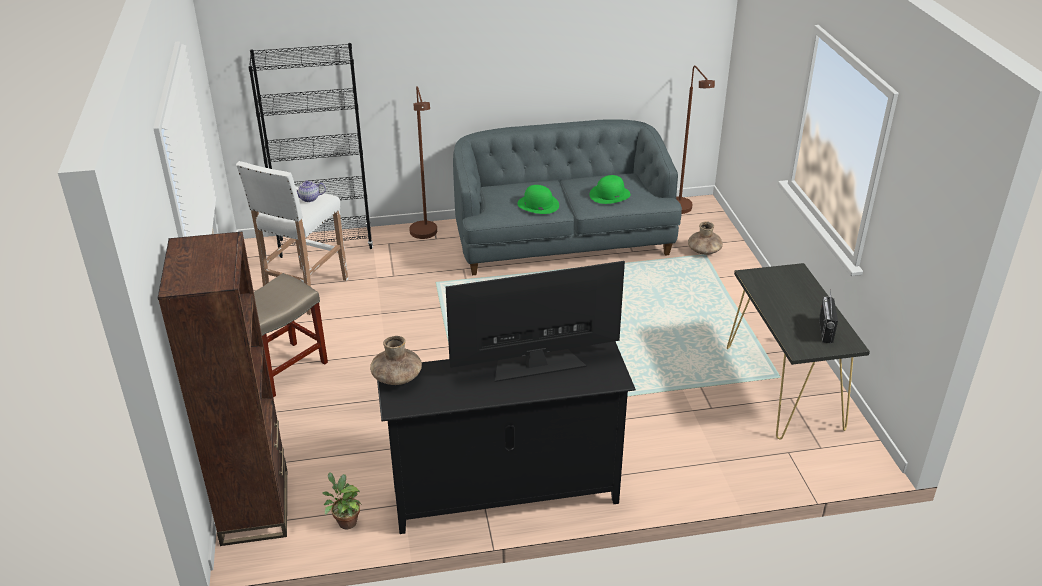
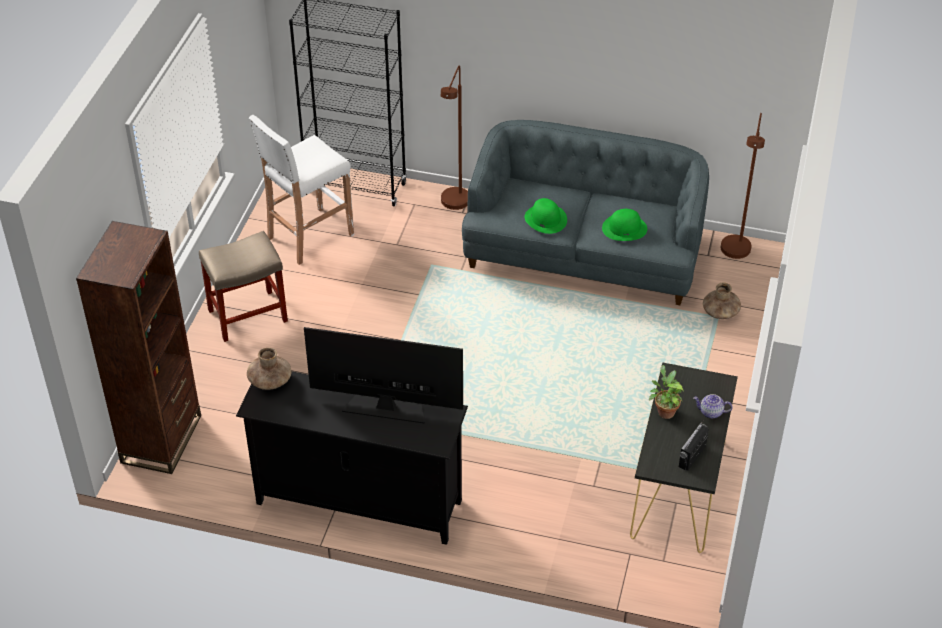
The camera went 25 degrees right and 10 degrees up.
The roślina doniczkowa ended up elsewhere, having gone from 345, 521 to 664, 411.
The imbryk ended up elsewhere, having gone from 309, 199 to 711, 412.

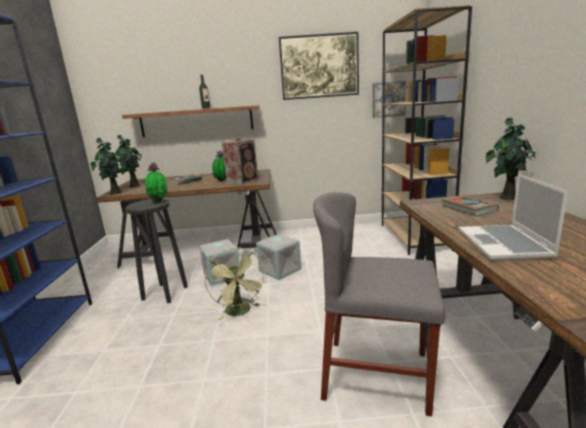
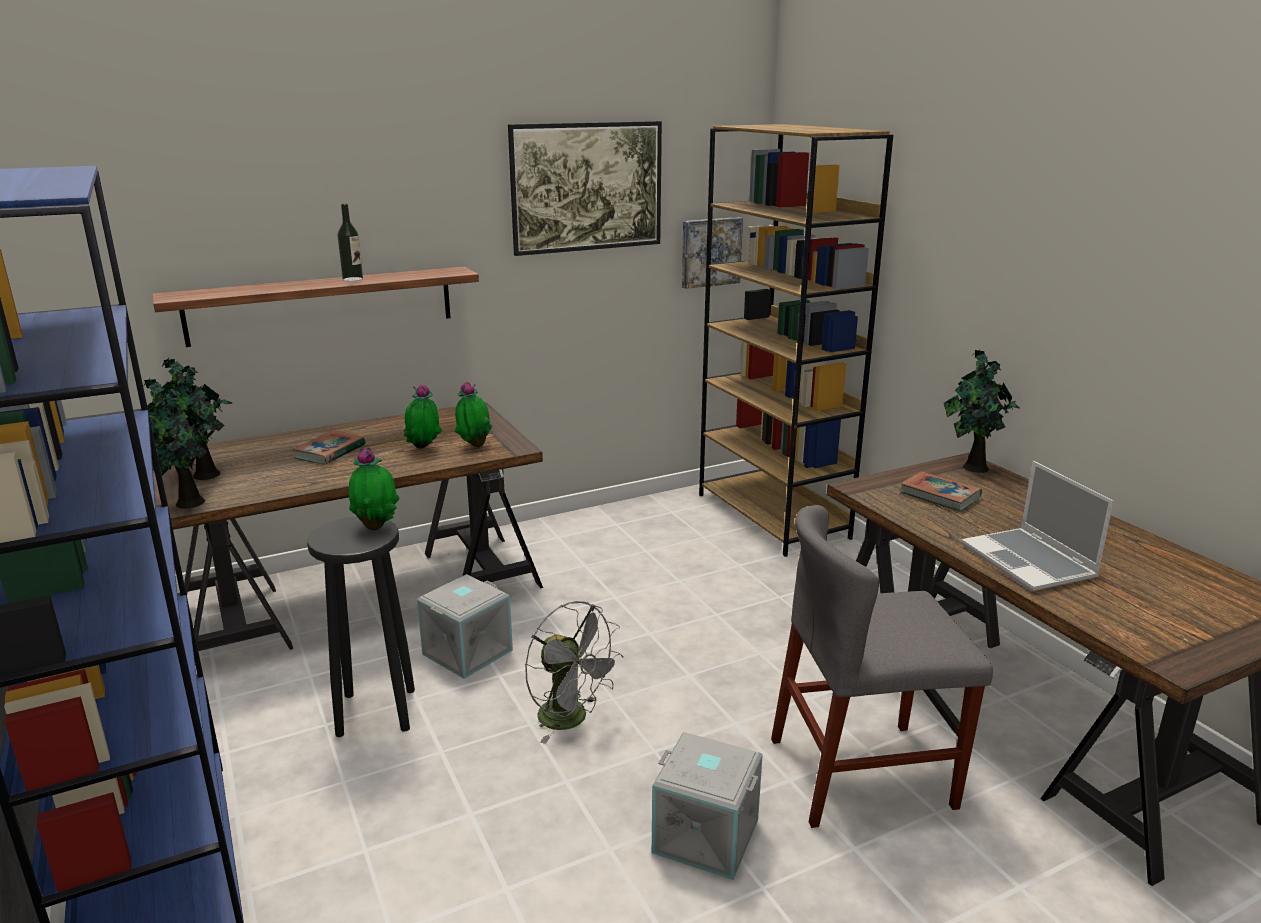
The camera went 25 degrees left and 5 degrees up.
Where the głośnik stood at 243, 181, the roślina doniczkowa came to stand at 474, 446.
What was the wentylator/zielony at 240, 312 turned into the wentylator/szary at 572, 719.
The pojemnik do przechowywania/szary ended up elsewhere, having gone from 280, 270 to 707, 835.

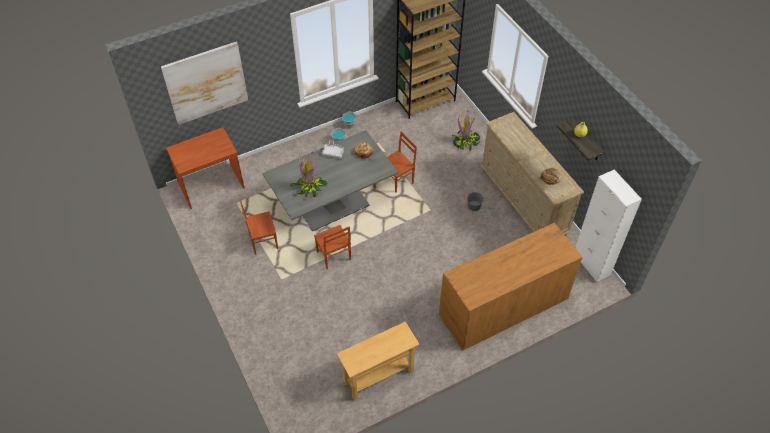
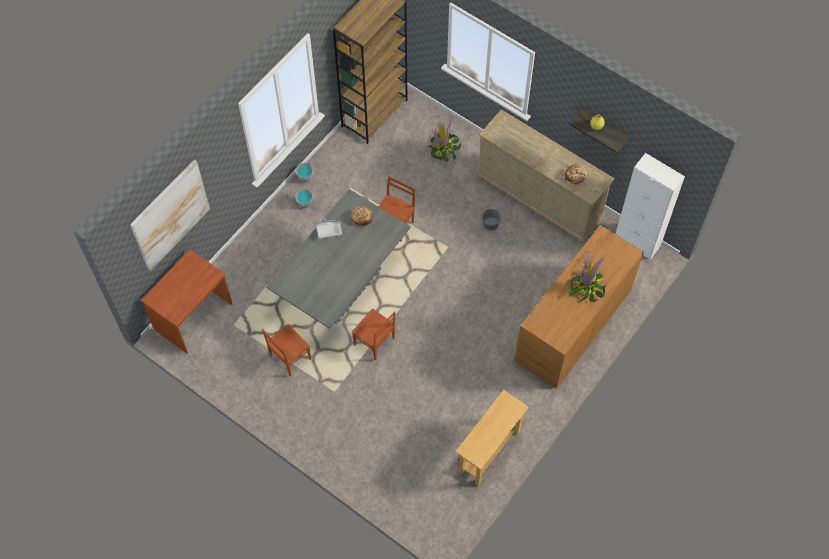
The camera went 25 degrees left and 10 degrees up.
The roślina doniczkowa ended up elsewhere, having gone from 309, 187 to 586, 287.

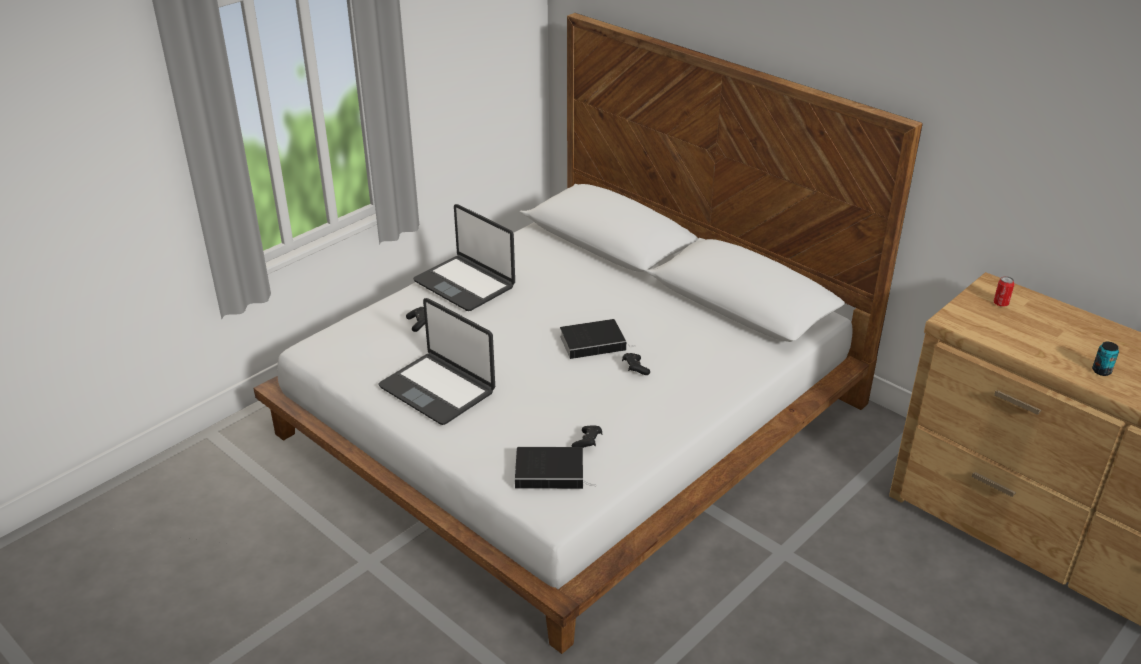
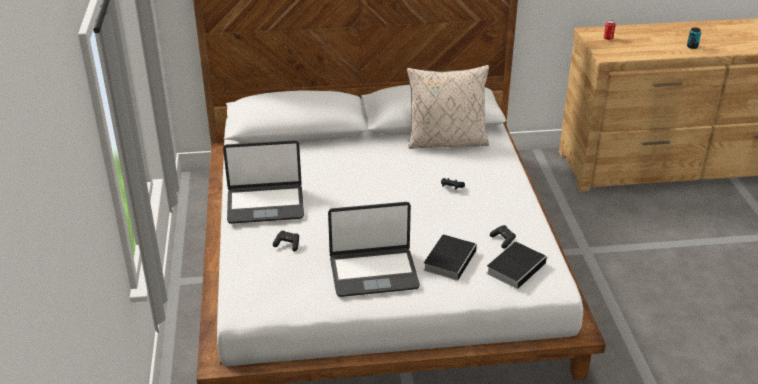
The camera went 50 degrees left and 0 degrees up.
The second view gained the poduszka/beżowy at 447, 141.
The książka ended up elsewhere, having gone from 594, 342 to 450, 259.

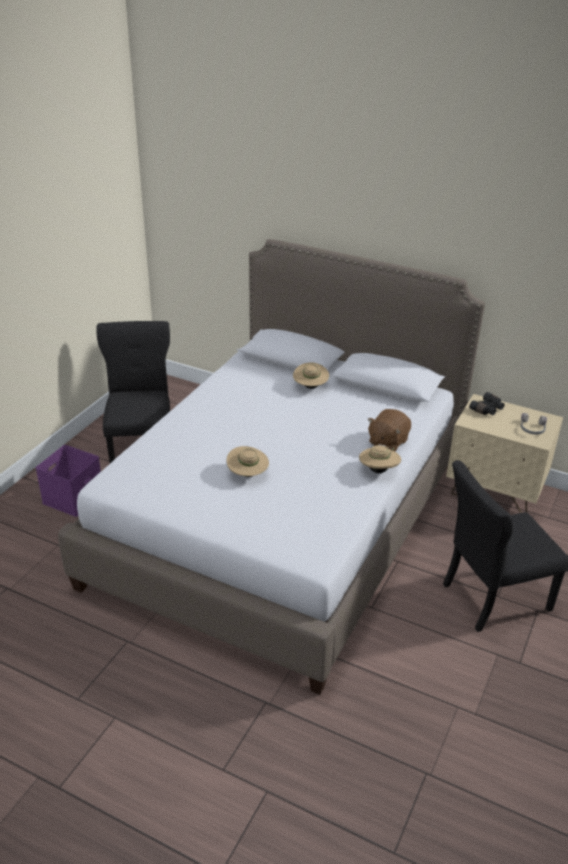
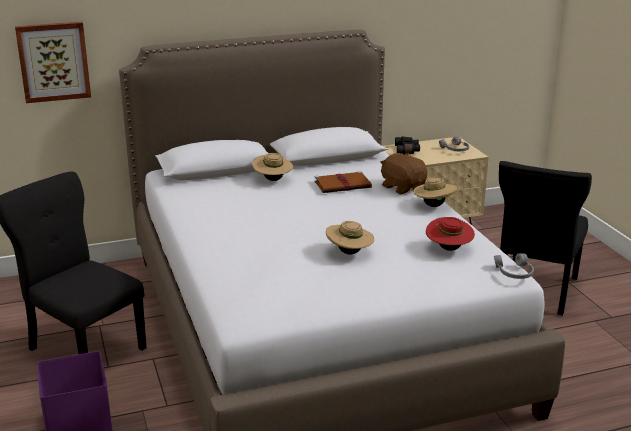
The camera went 45 degrees left and 10 degrees down.
The second view gained the obraz at 53, 61.
The second view gained the książka/brązowy at 343, 185.
The pluszak/brązowy at 387, 442 ended up facing another way, 150 degrees clockwise from before.
The second view gained the kapelusz/czerwony at 448, 249.
The second view gained the słuchawki/szary at 513, 273.

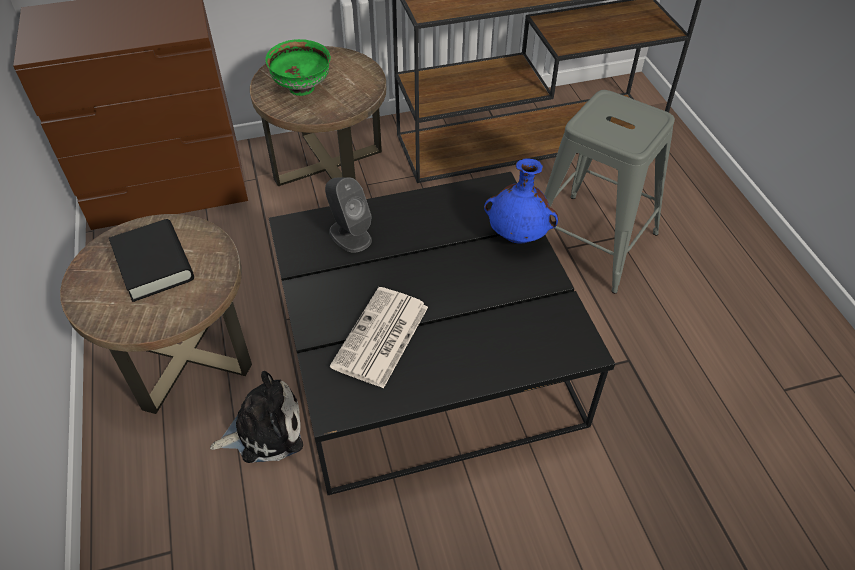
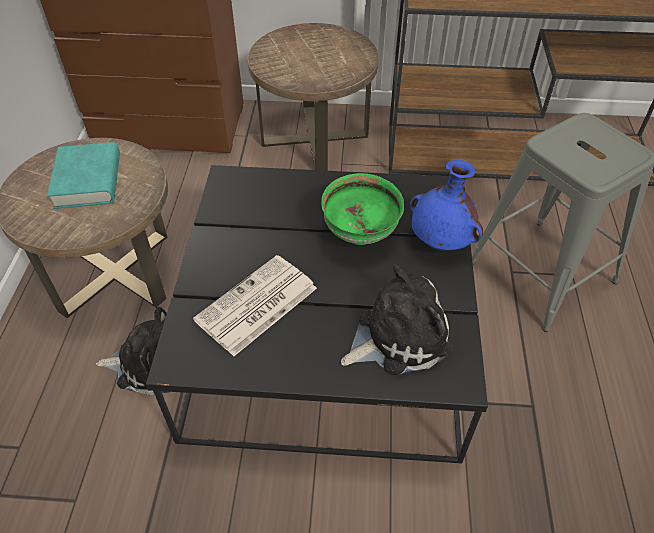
The camera went 20 degrees right and 0 degrees up.
What was the książka/czarny at 154, 265 turned into the książka/turkusowy at 88, 181.
The miska/zielony ended up elsewhere, having gone from 303, 89 to 361, 235.
The second view gained the pluszak at 397, 336.
The second view lost the głośnik/szary at 349, 235.

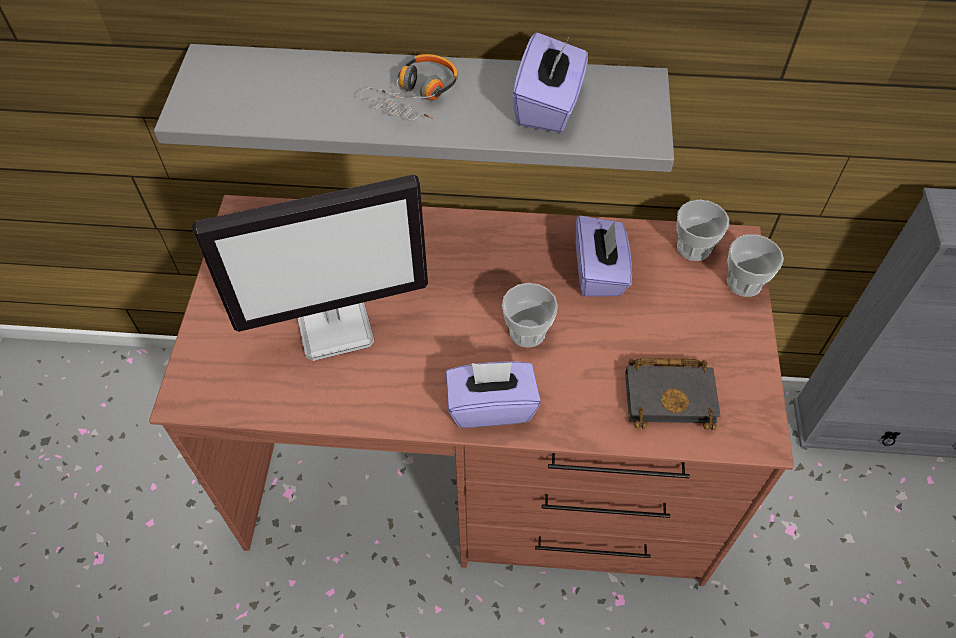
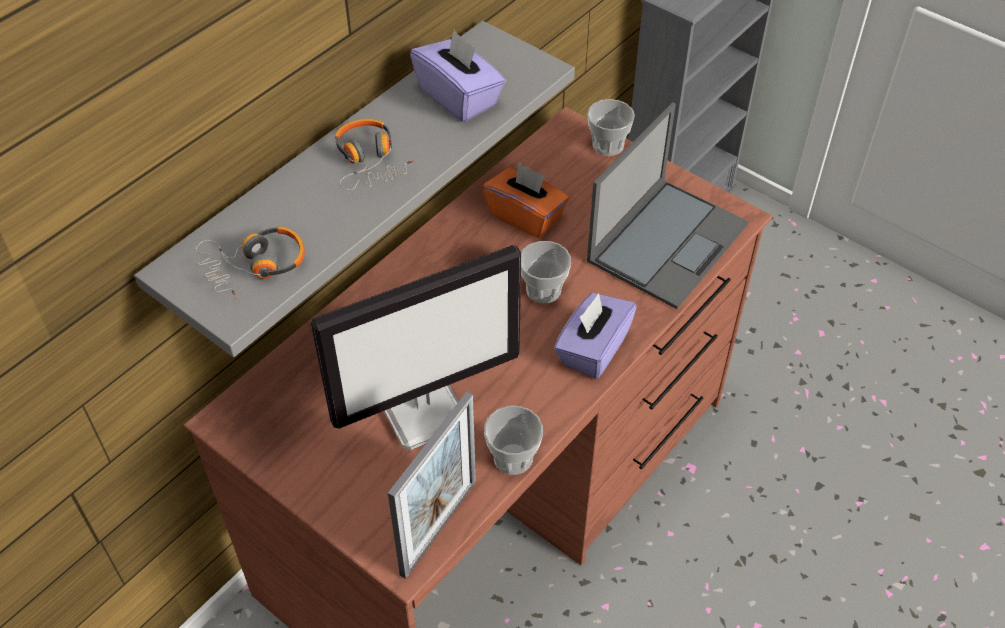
The camera went 55 degrees left and 5 degrees down.
The second view gained the słuchawki at 254, 267.
The monitor at 336, 325 ended up facing another way, 45 degrees clockwise from before.
The second view gained the ramka na zdjęcie at 439, 527.
What was the pudełko chusteczek/fioletowy at 599, 272 turned into the pudełko chusteczek/pomarańczowy at 525, 216.
The filiżanka ended up elsewhere, having gone from 693, 248 to 513, 458.
Where the książka/czarny stood at 671, 395, the laptop came to stand at 668, 241.

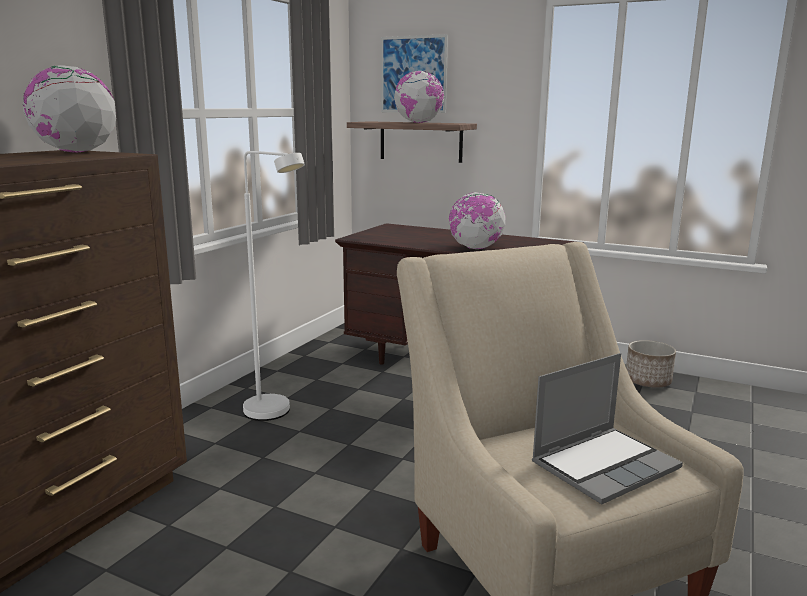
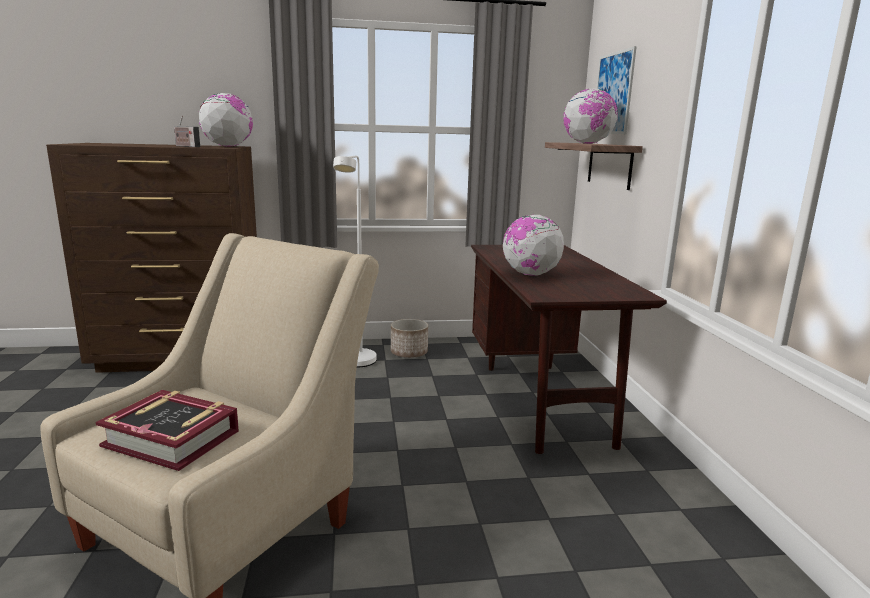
The camera went 55 degrees right and 0 degrees up.
Where the laptop stood at 605, 465, the książka came to stand at 172, 438.
The second view gained the radio at 186, 146.
The donica ended up elsewhere, having gone from 647, 381 to 409, 353.

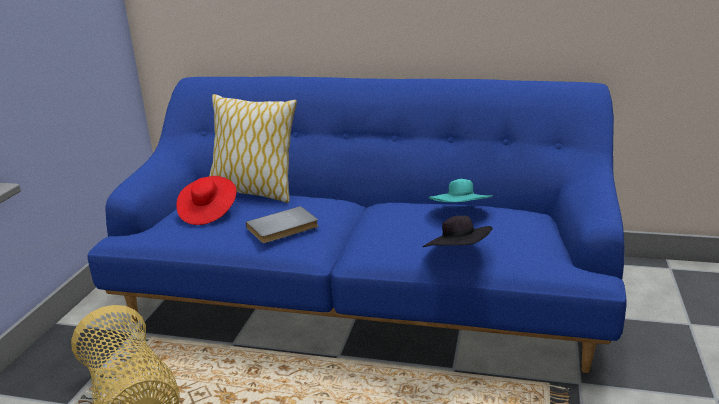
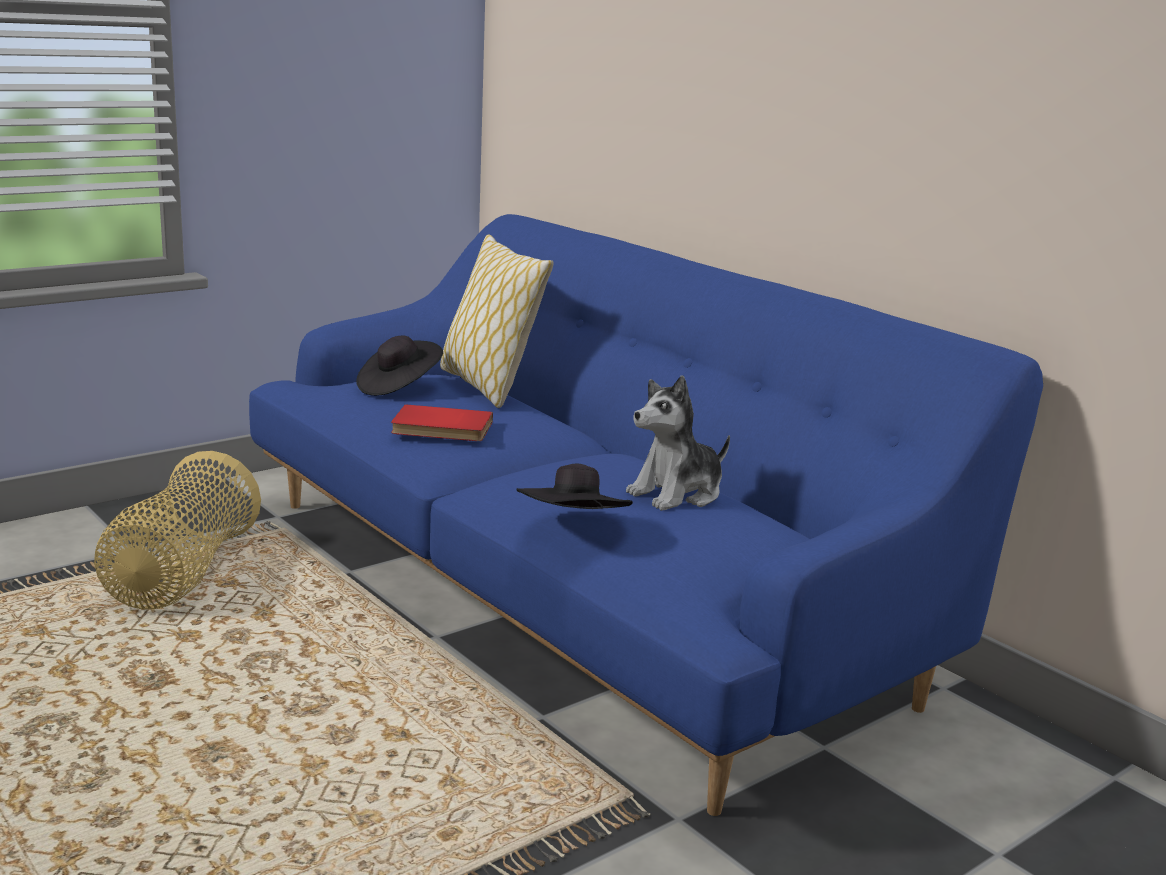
The camera went 35 degrees right and 5 degrees down.
What was the kapelusz/czerwony at 208, 213 turned into the kapelusz/czarny at 399, 387.
What was the książka/szary at 283, 228 turned into the książka/czerwony at 441, 428.
Where the kapelusz/turkusowy stood at 461, 213, the pluszak came to stand at 677, 494.

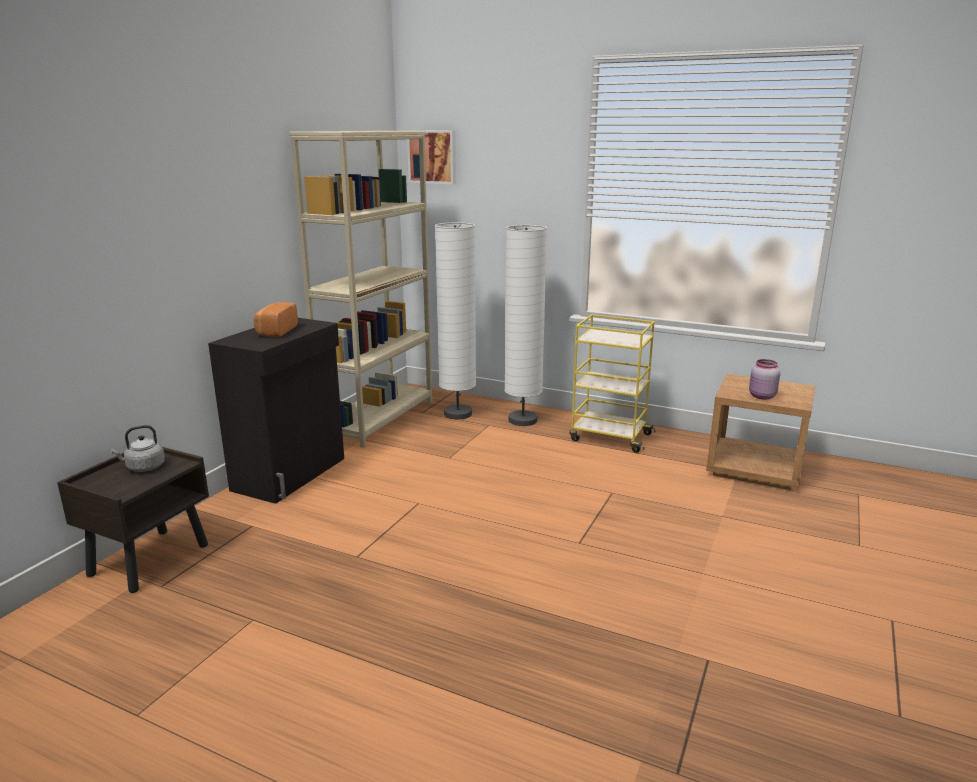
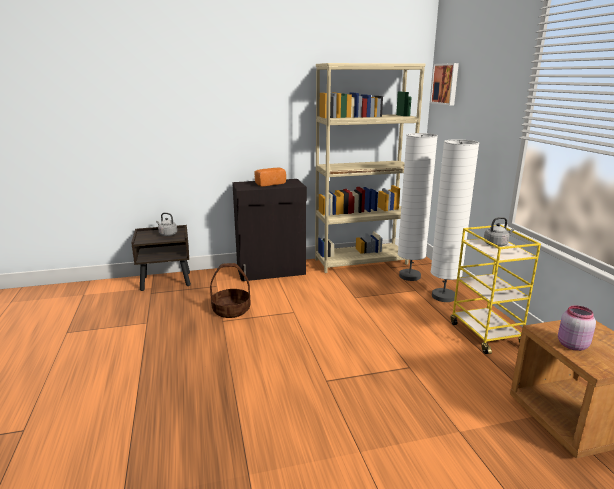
The camera went 50 degrees right and 0 degrees up.
The second view gained the koszyk at 231, 310.
The second view gained the czajnik/szary at 496, 244.

